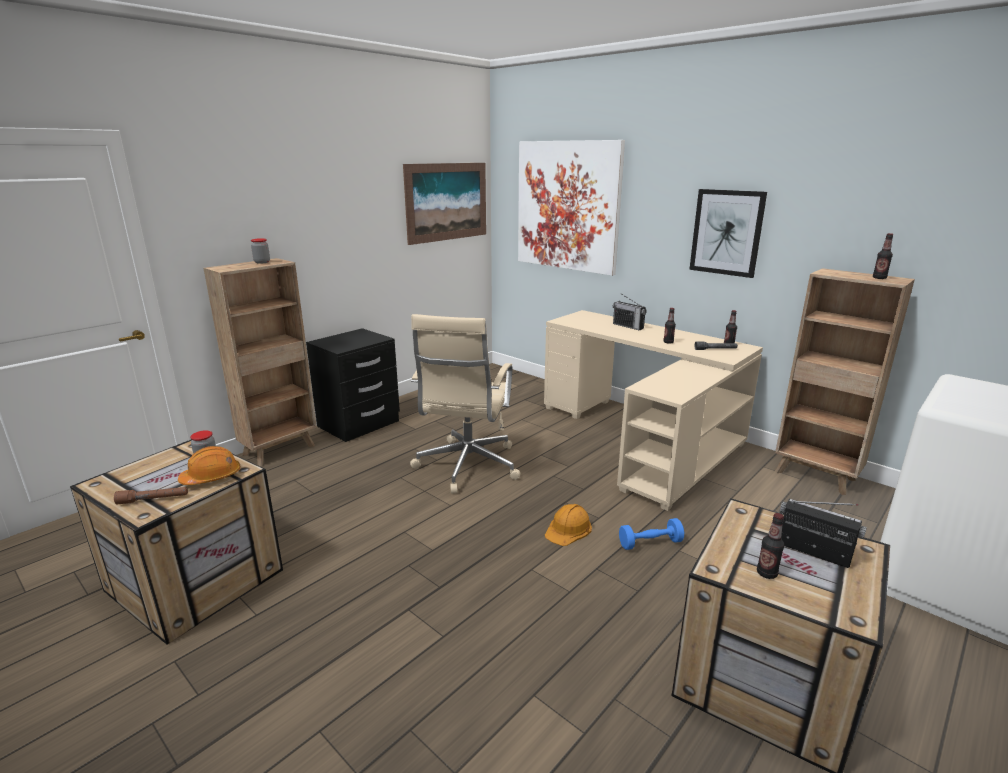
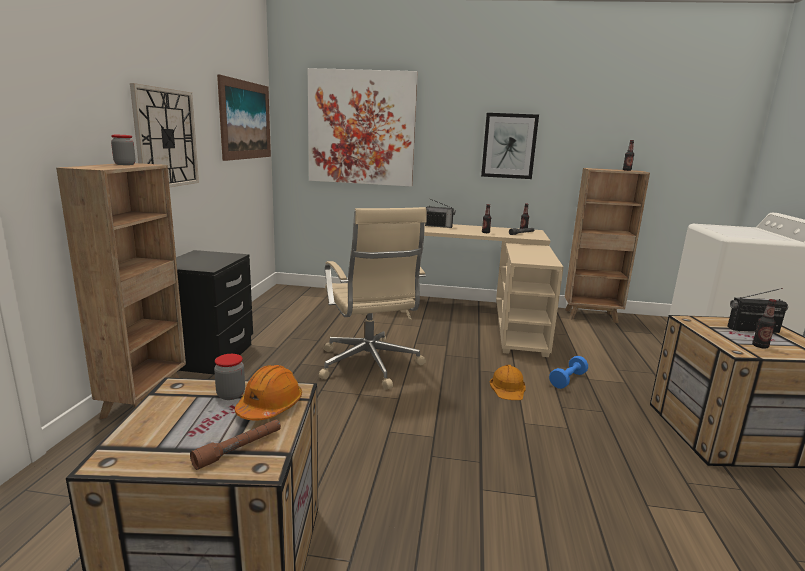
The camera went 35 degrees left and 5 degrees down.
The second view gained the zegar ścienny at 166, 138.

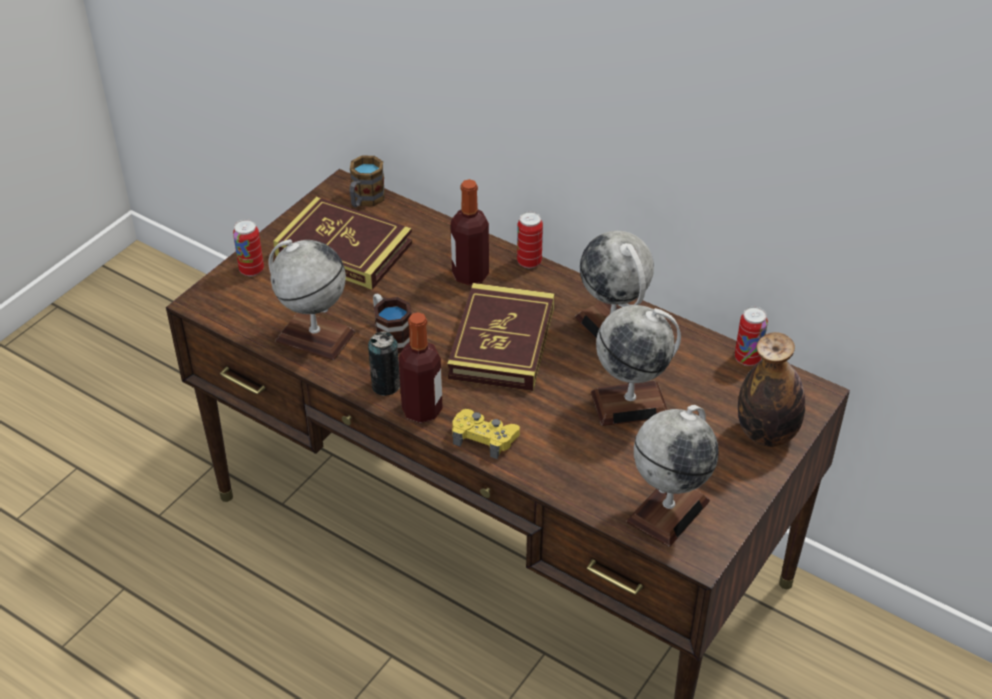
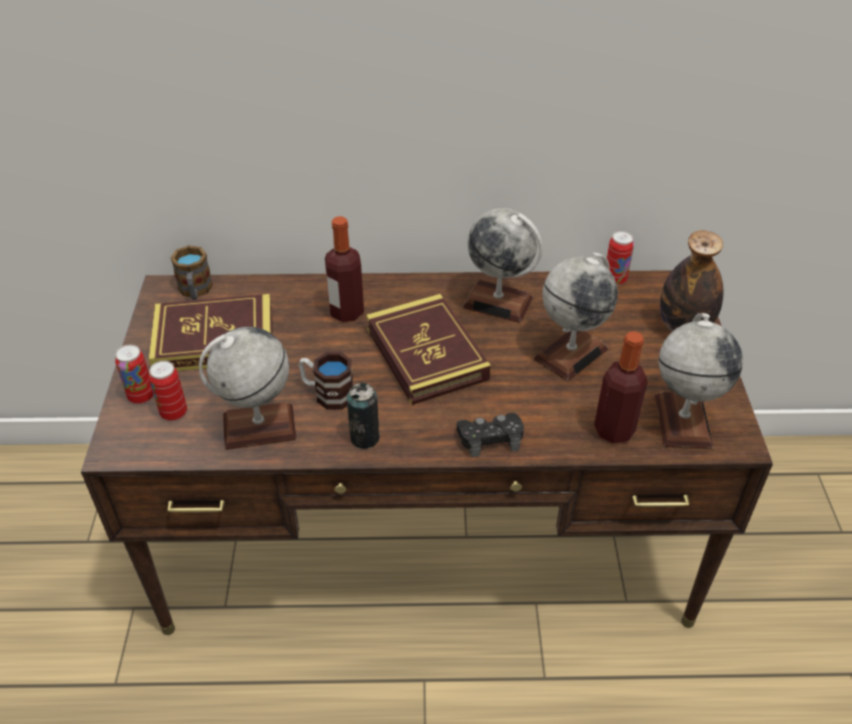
The camera went 35 degrees left and 0 degrees up.
The puszka ended up elsewhere, having gone from 529, 262 to 174, 413.
What was the pad do gier/żółty at 484, 438 turned into the pad do gier/czarny at 490, 438.
The butelka ended up elsewhere, having gone from 422, 410 to 614, 430.

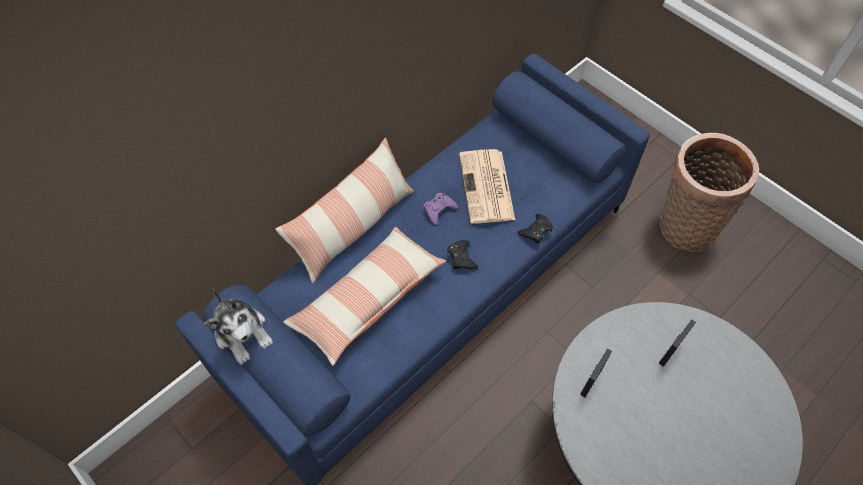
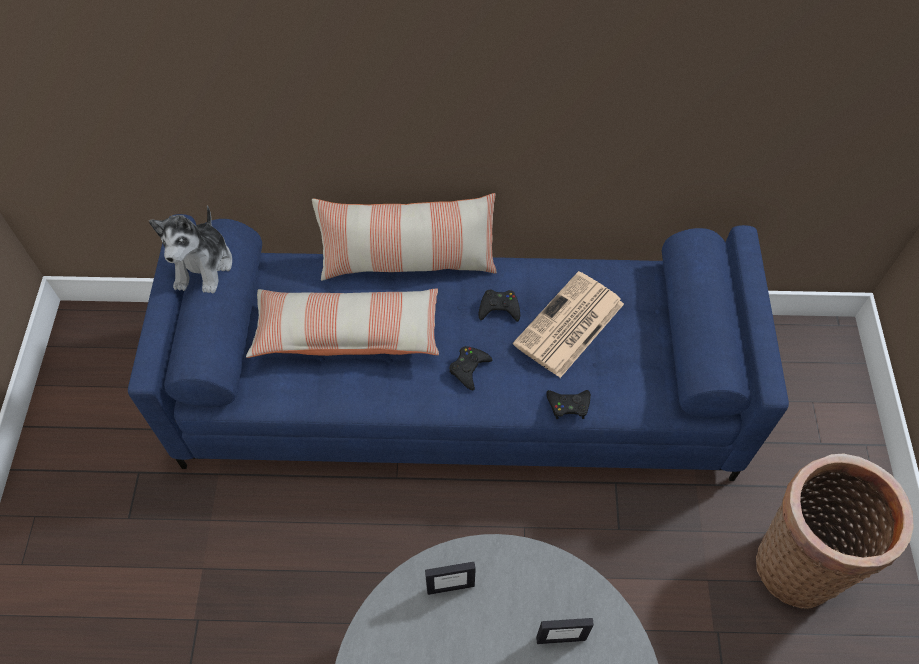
The camera went 45 degrees right and 0 degrees up.
What was the pad do gier/fioletowy at 439, 210 turned into the pad do gier/czarny at 499, 308.

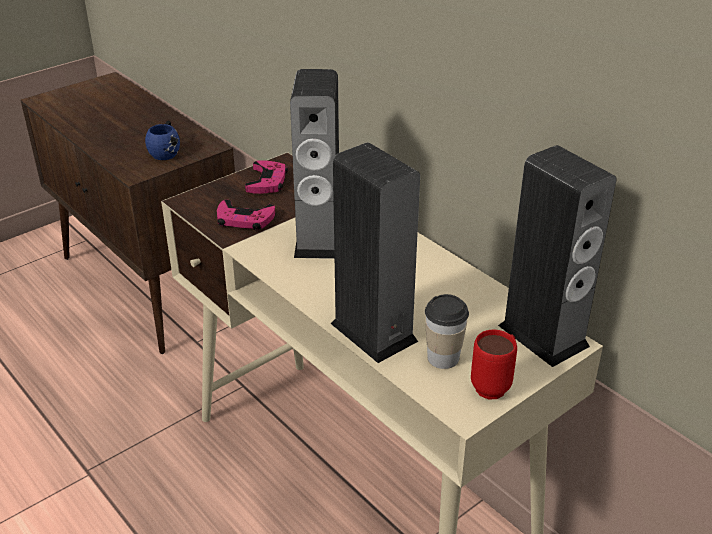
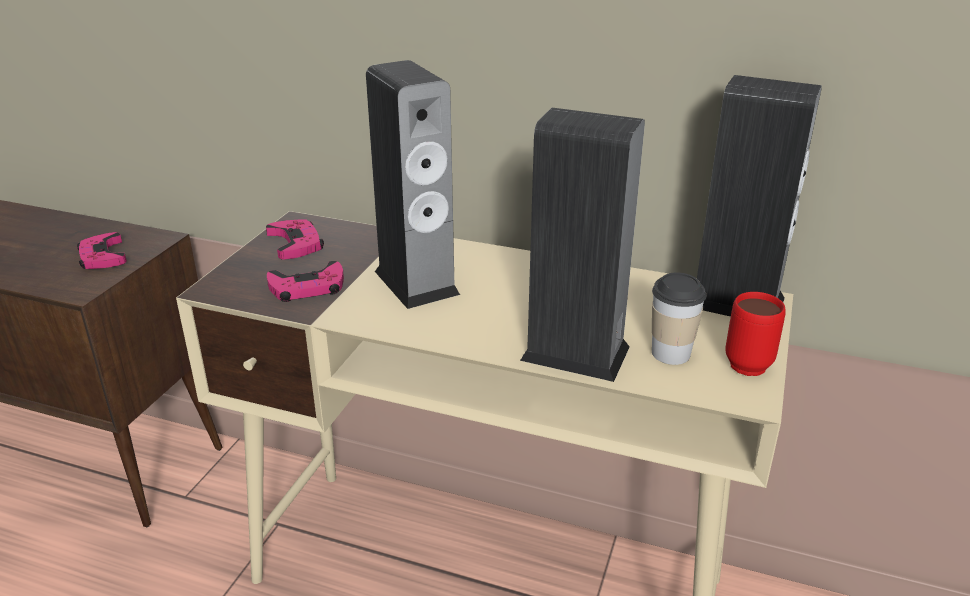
The camera went 30 degrees left and 5 degrees down.
Where the kubek/niebieski stood at 166, 151, the pad do gier/różowy came to stand at 102, 257.

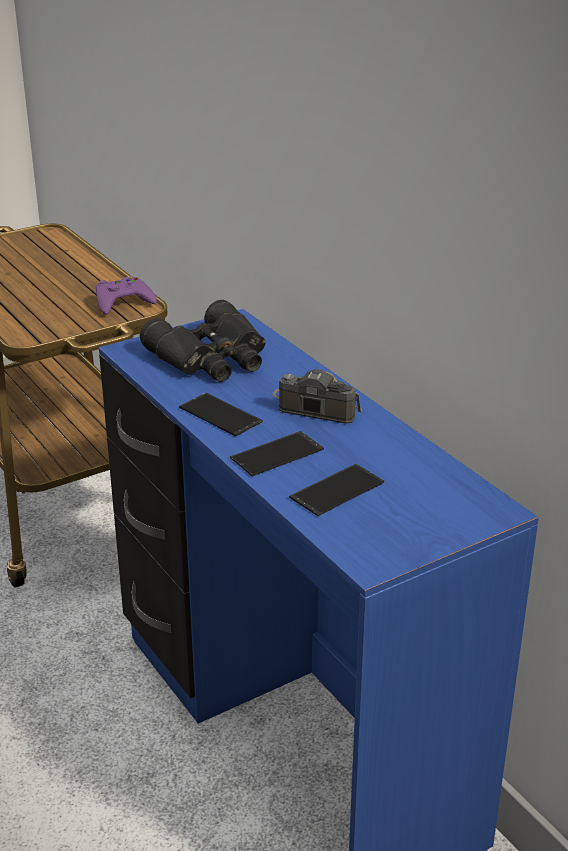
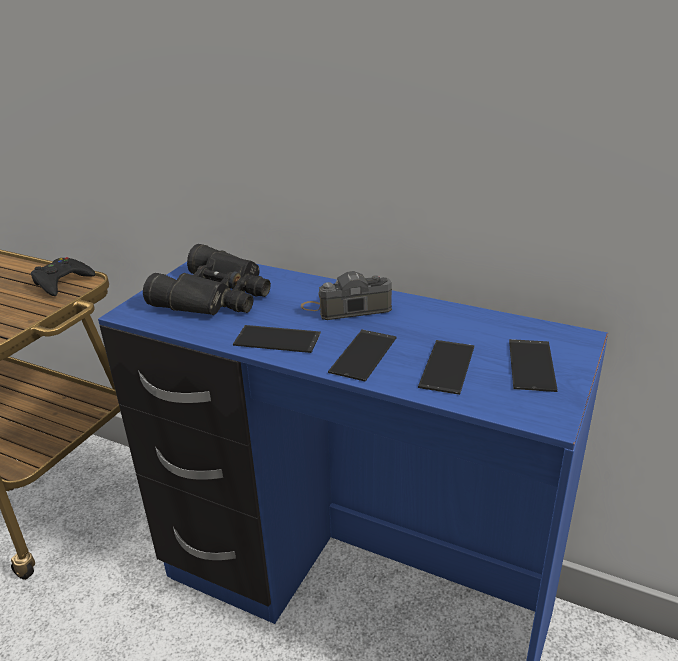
The camera went 30 degrees left and 0 degrees up.
What was the pad do gier/fioletowy at 123, 302 turned into the pad do gier/czarny at 62, 282.
The second view gained the telefon at 531, 365.

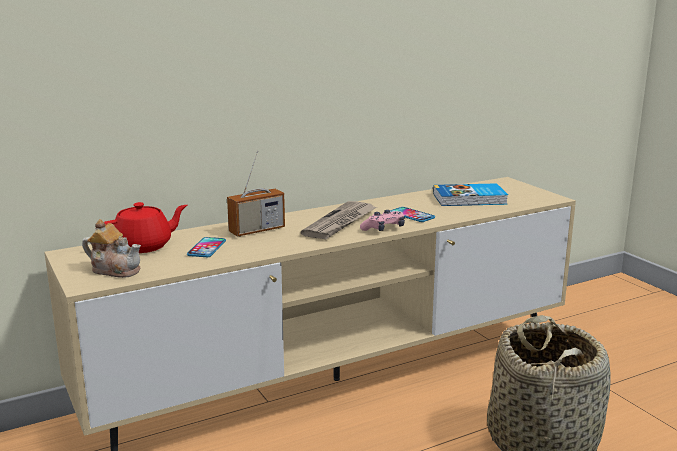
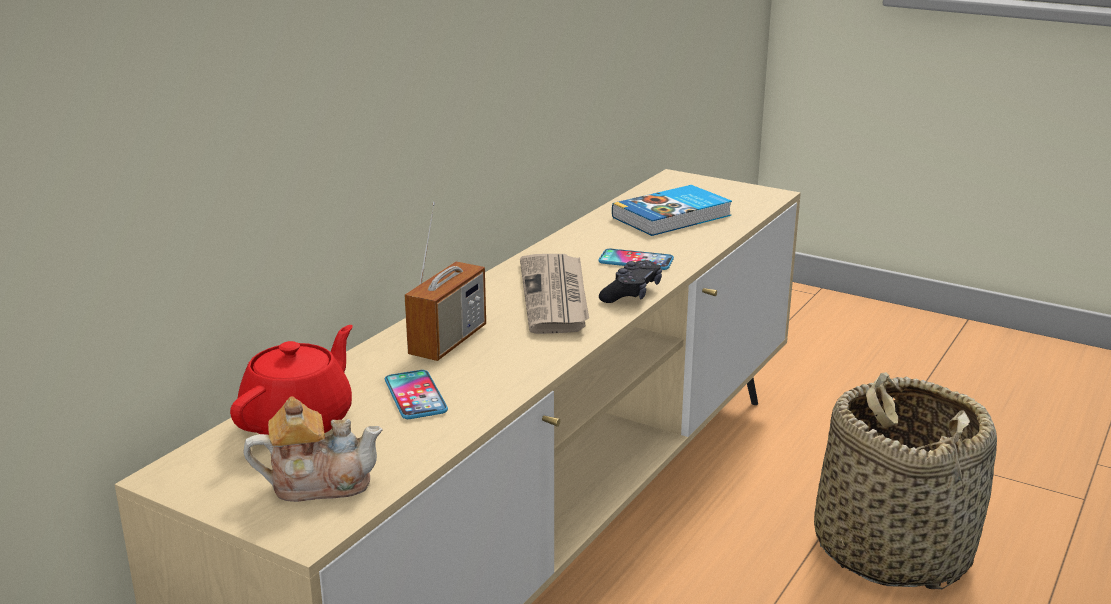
The camera went 30 degrees left and 5 degrees up.
What was the pad do gier/różowy at 384, 229 turned into the pad do gier/czarny at 631, 293.

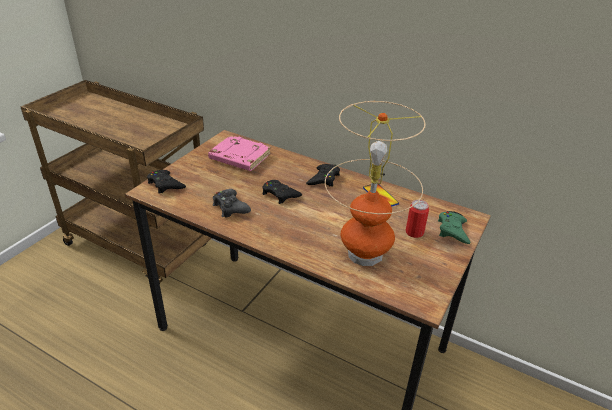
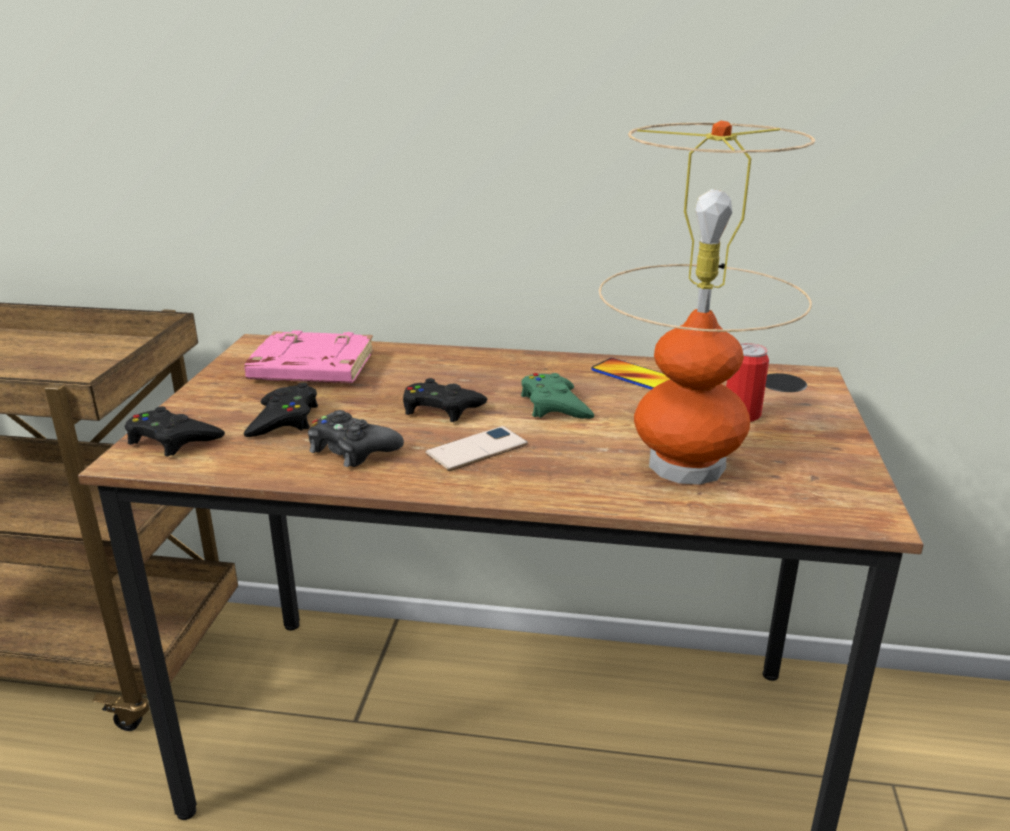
The camera went 20 degrees left and 10 degrees down.
The pad do gier/czarny ended up elsewhere, having gone from 324, 179 to 284, 420.
The second view gained the telefon at 477, 449.
The pad do gier/zielony ended up elsewhere, having gone from 452, 230 to 554, 405.

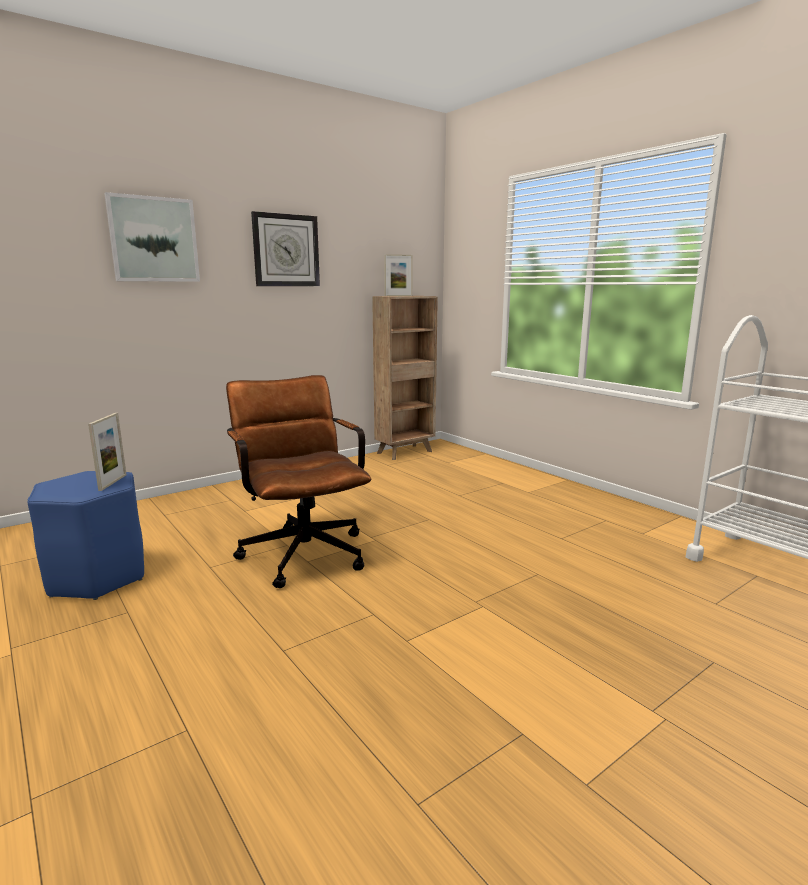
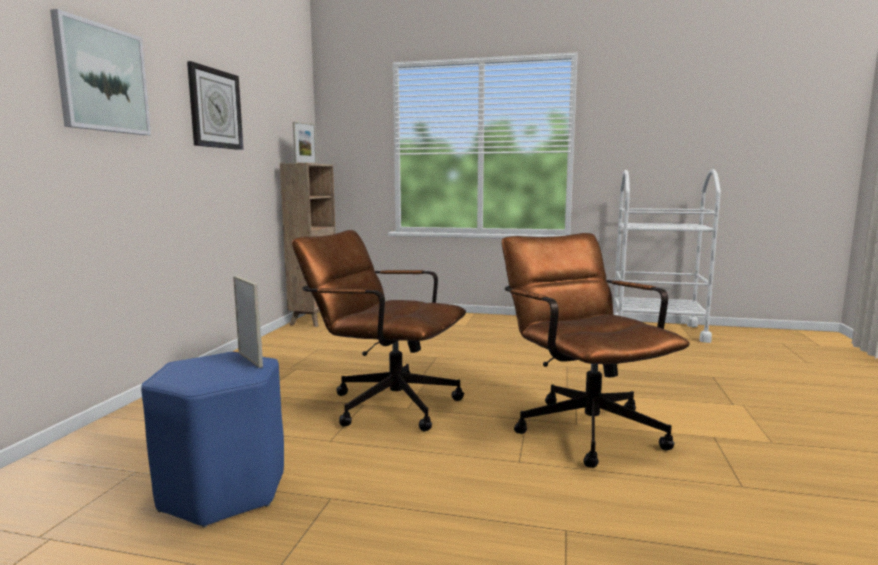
The camera went 40 degrees left and 5 degrees down.
The second view gained the krzesło biurowe/brązowy at 582, 425.

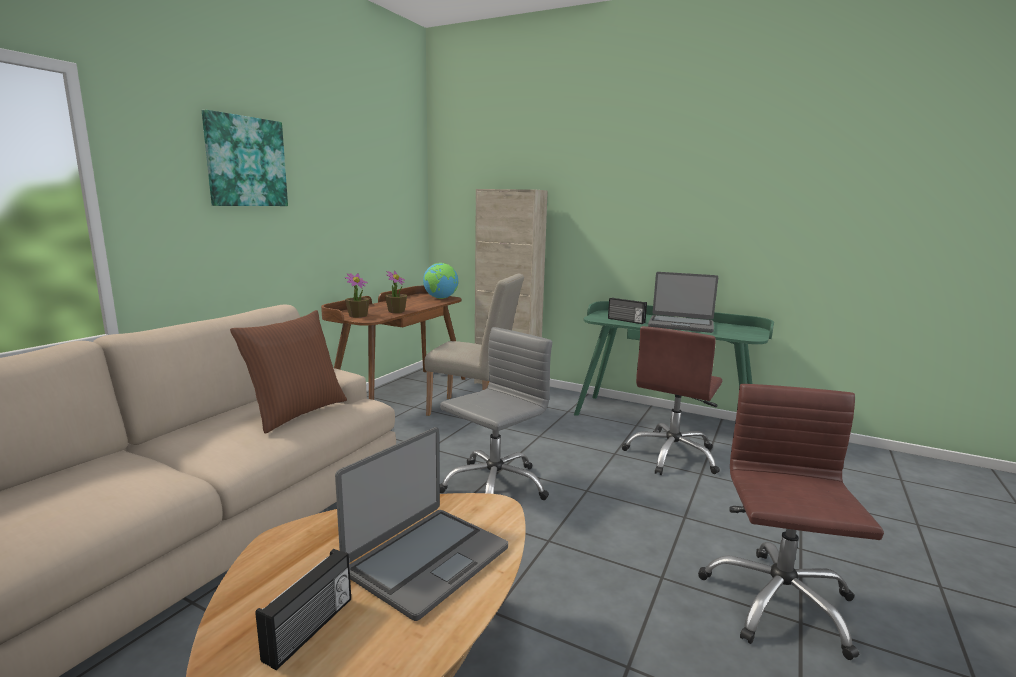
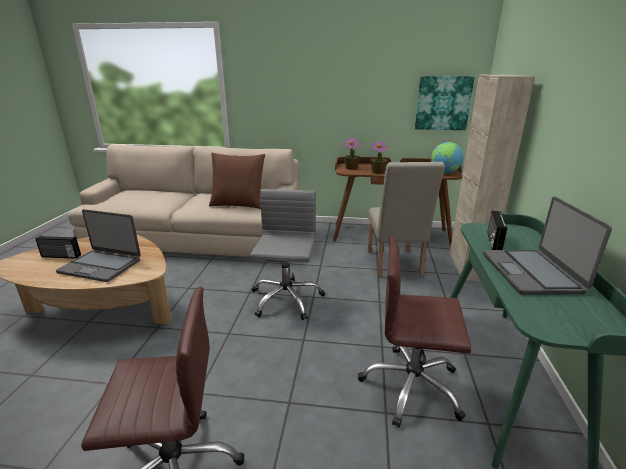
The camera went 70 degrees right and 10 degrees up.
The krzesło biurowe/szary at 494, 486 ended up facing another way, 105 degrees counterclockwise from before.
The obraz ended up elsewhere, having gone from 246, 162 to 443, 103.

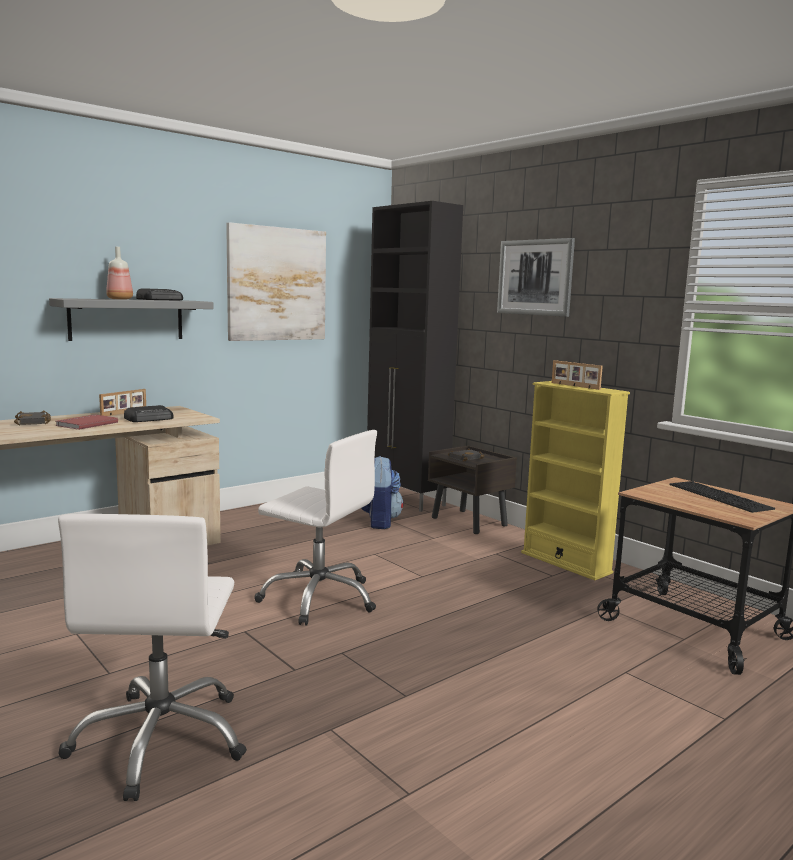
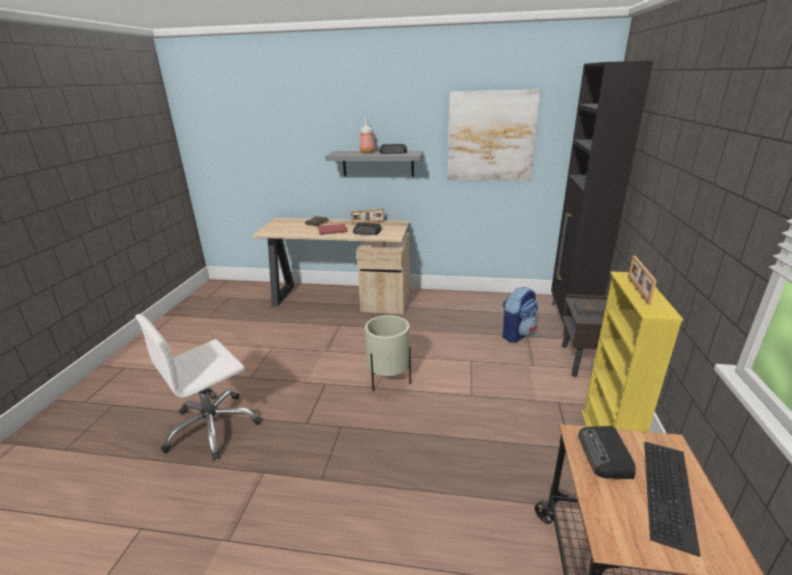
The camera went 50 degrees right and 15 degrees up.
Where the krzesło biurowe/biały stood at 319, 598, the donica/beżowy came to stand at 389, 380.
The second view gained the radio at 605, 456.
The second view lost the obraz at 535, 277.

